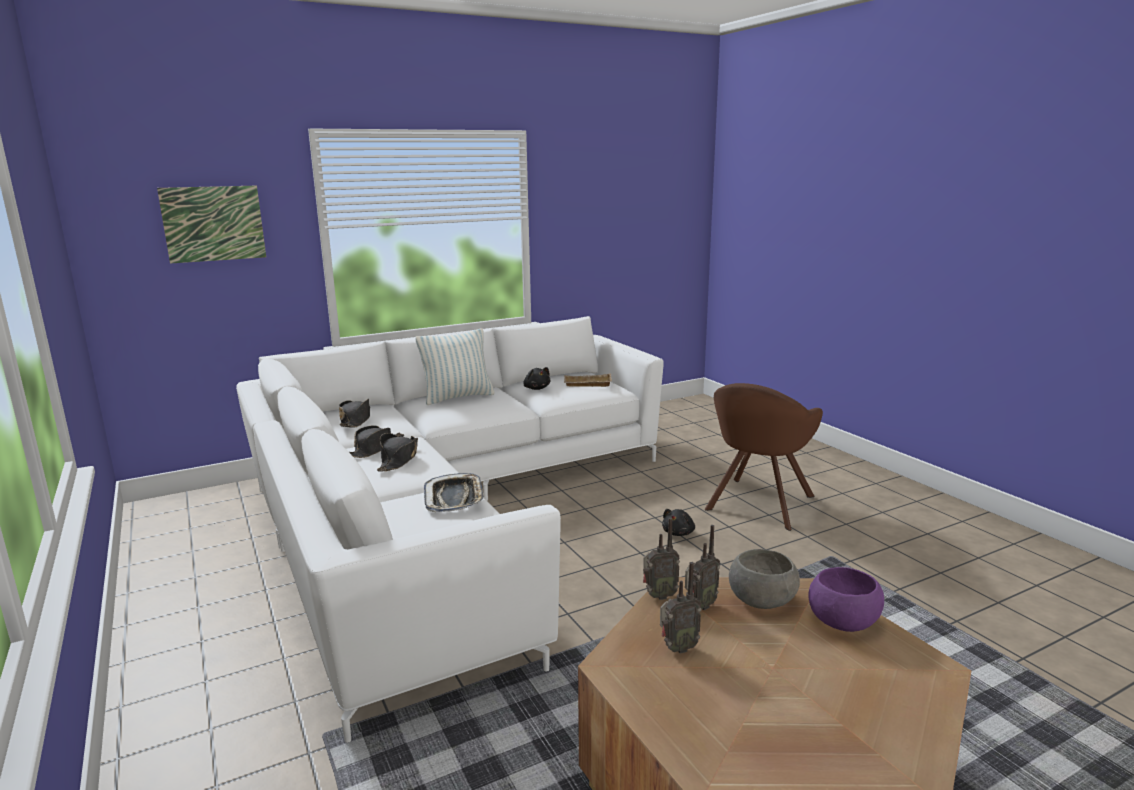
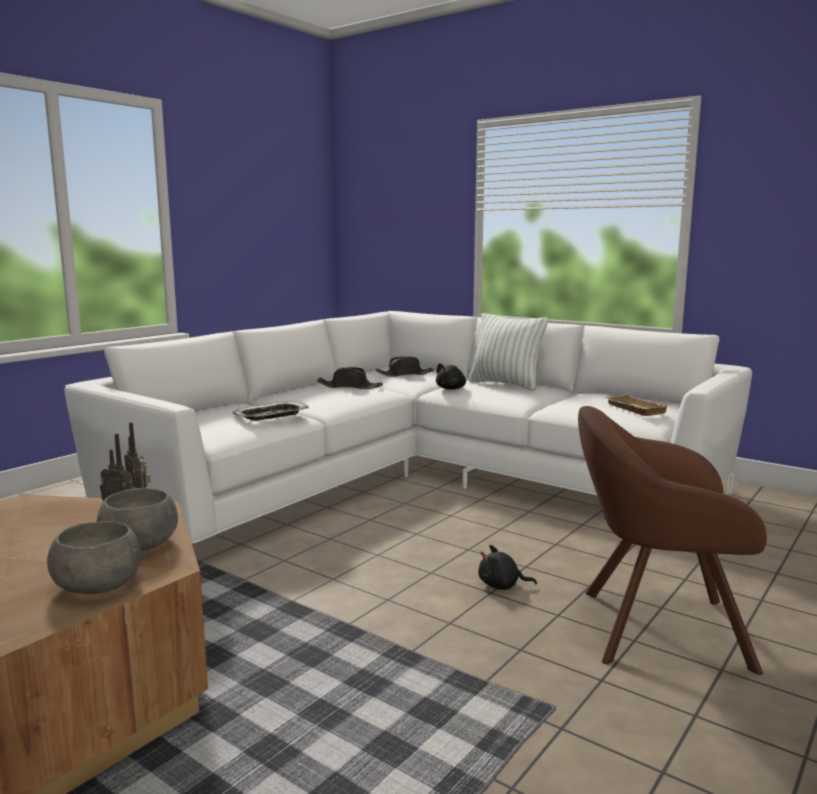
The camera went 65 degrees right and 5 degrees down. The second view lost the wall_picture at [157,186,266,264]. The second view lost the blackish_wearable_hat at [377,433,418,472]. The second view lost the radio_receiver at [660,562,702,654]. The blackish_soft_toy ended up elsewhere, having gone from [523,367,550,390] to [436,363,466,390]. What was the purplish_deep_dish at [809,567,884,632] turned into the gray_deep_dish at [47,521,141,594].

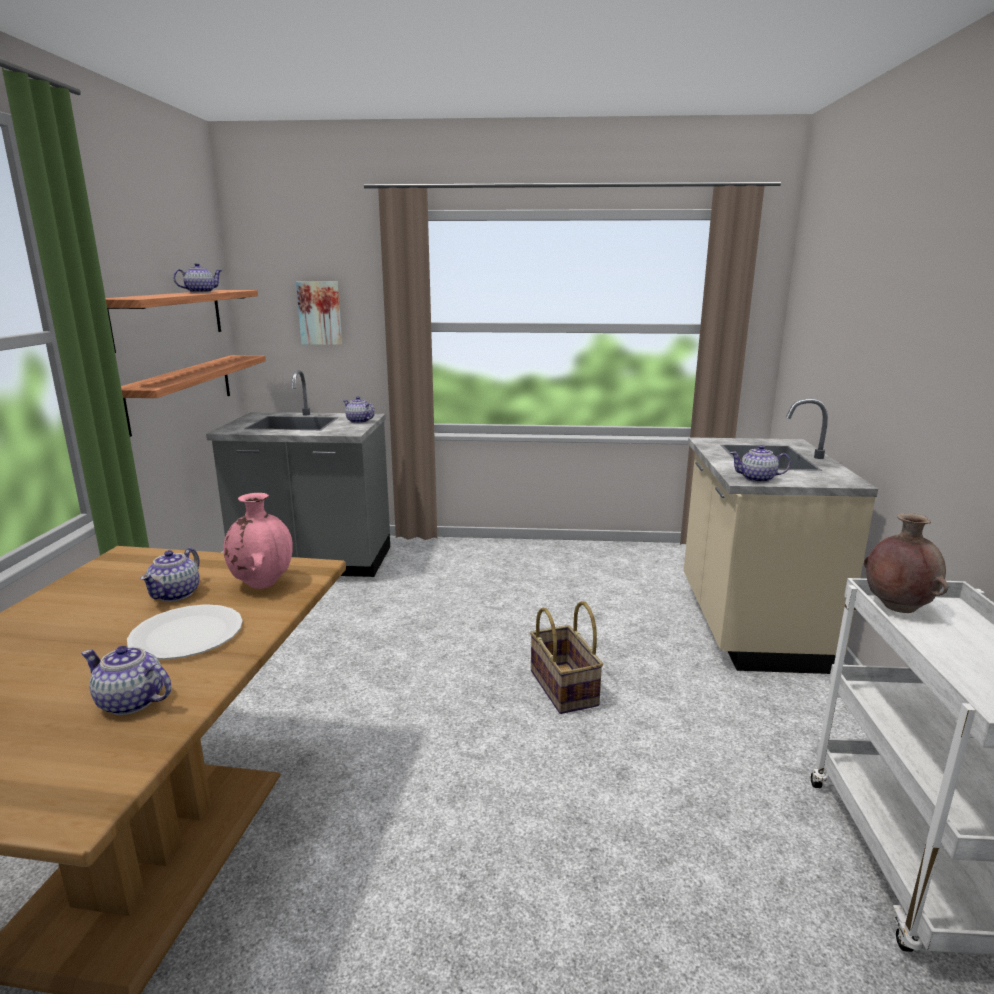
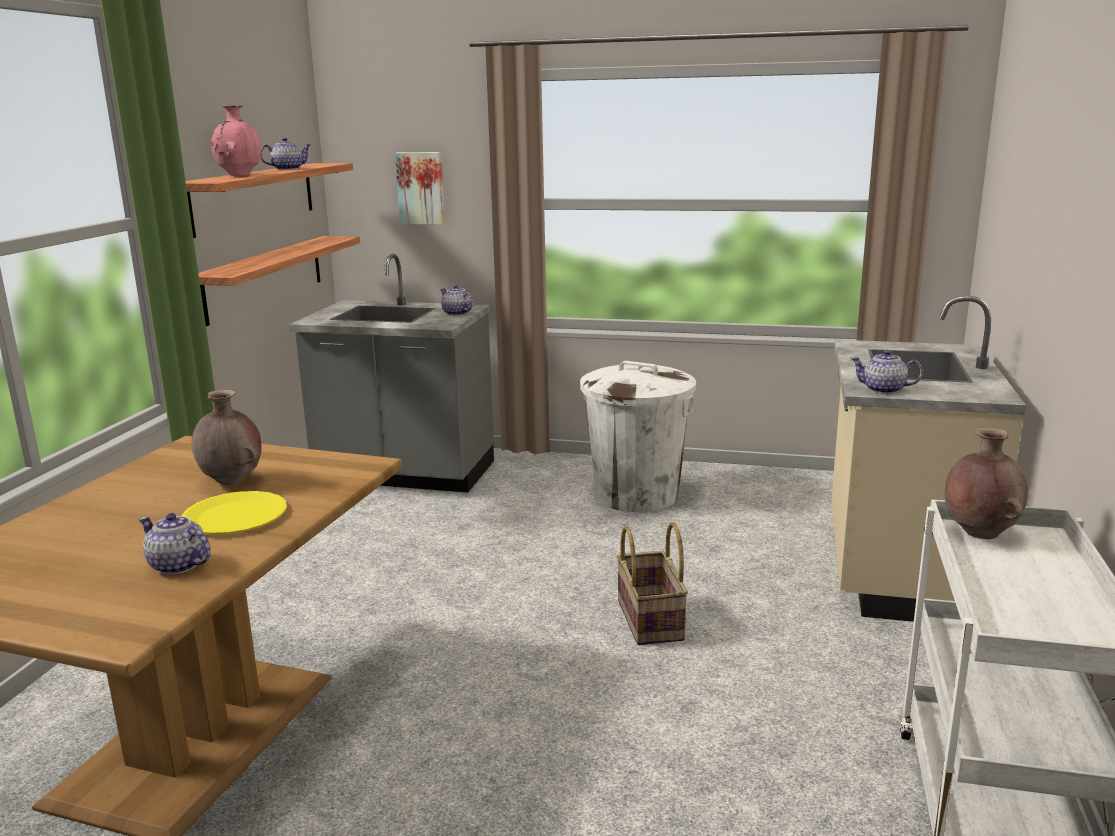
The camera went 10 degrees right and 0 degrees up. The second view gained the whitish_trash_can at [580,361,696,512]. The pink-coloured_flower_vase ended up elsewhere, having gone from [223,493,293,589] to [211,105,261,176]. Where the pot_for_tea stood at [140,548,200,602], the brownish_flower_vase came to stand at [191,390,261,485]. What was the whitish_plate at [127,604,243,660] turned into the yellowish_plate at [181,491,287,534].

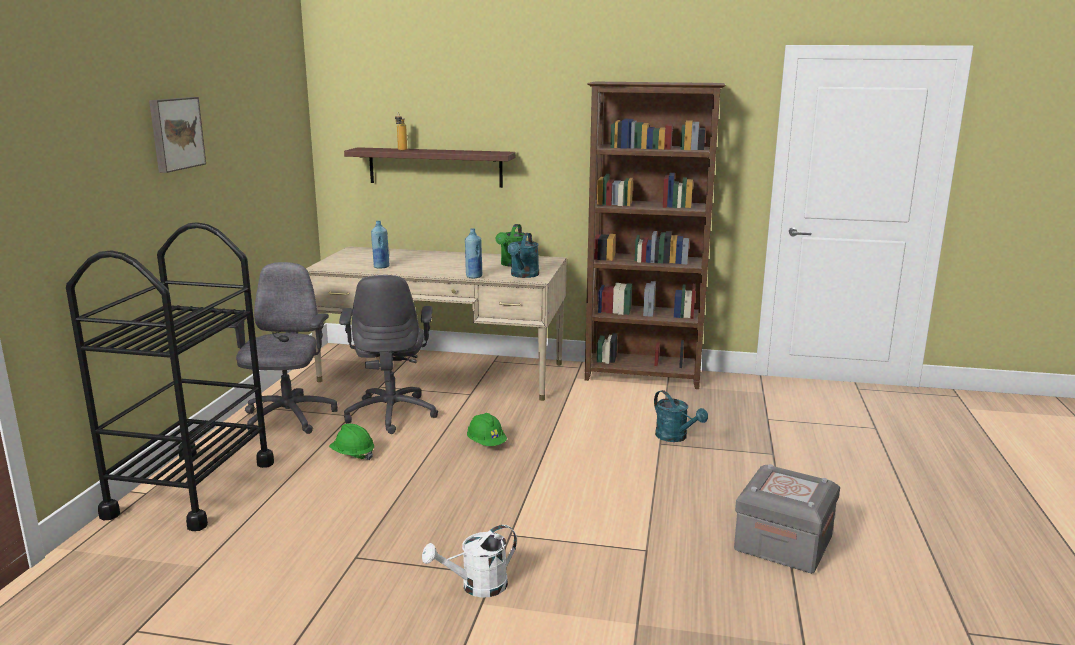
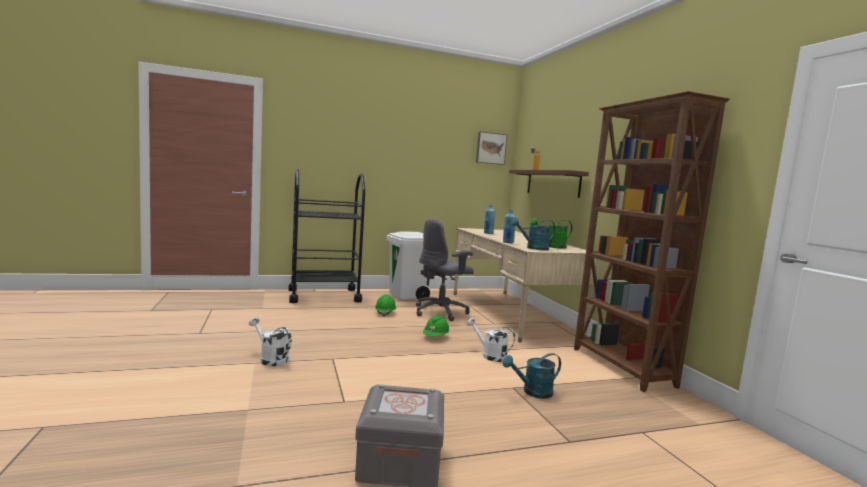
The camera went 60 degrees right and 10 degrees down. The second view gained the whitish_watering_pot at [466,318,515,362]. The wall_picture ended up elsewhere, having gone from [149,97,206,173] to [476,131,507,165]. Where the gray_computer_chair stood at [228,262,338,434], the whitish_trash_can came to stand at [387,231,430,301]. The turquoise_watering_pot at [654,390,708,442] ended up facing another way, 45 degrees clockwise from before.

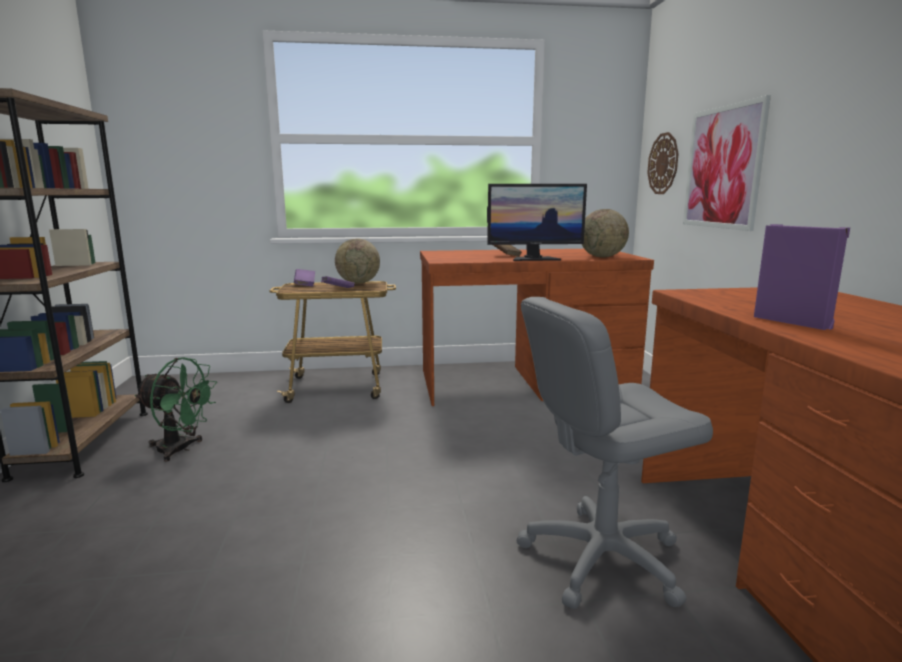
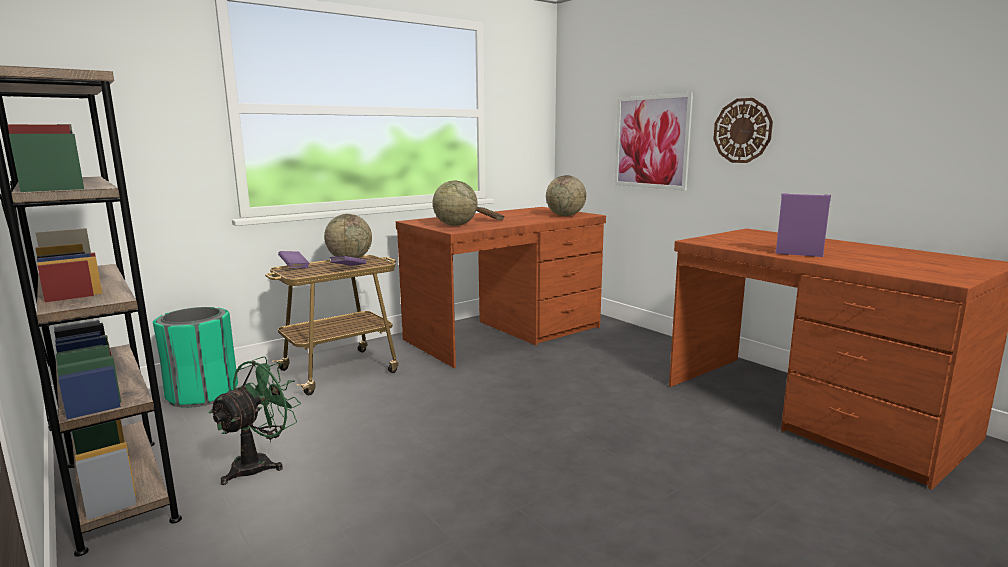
The camera went 30 degrees left and 0 degrees up. The second view lost the monitor at [487,184,587,261]. The second view lost the gray_computer_chair at [517,297,713,609]. The second view gained the green_trash_can at [153,307,238,408]. The second view gained the desk_globe at [433,180,478,226]. The clock_on_the_wall ended up elsewhere, having gone from [647,132,679,194] to [713,98,773,163]. The green_cooling_fan at [135,357,217,462] ended up facing another way, 45 degrees counterclockwise from before.

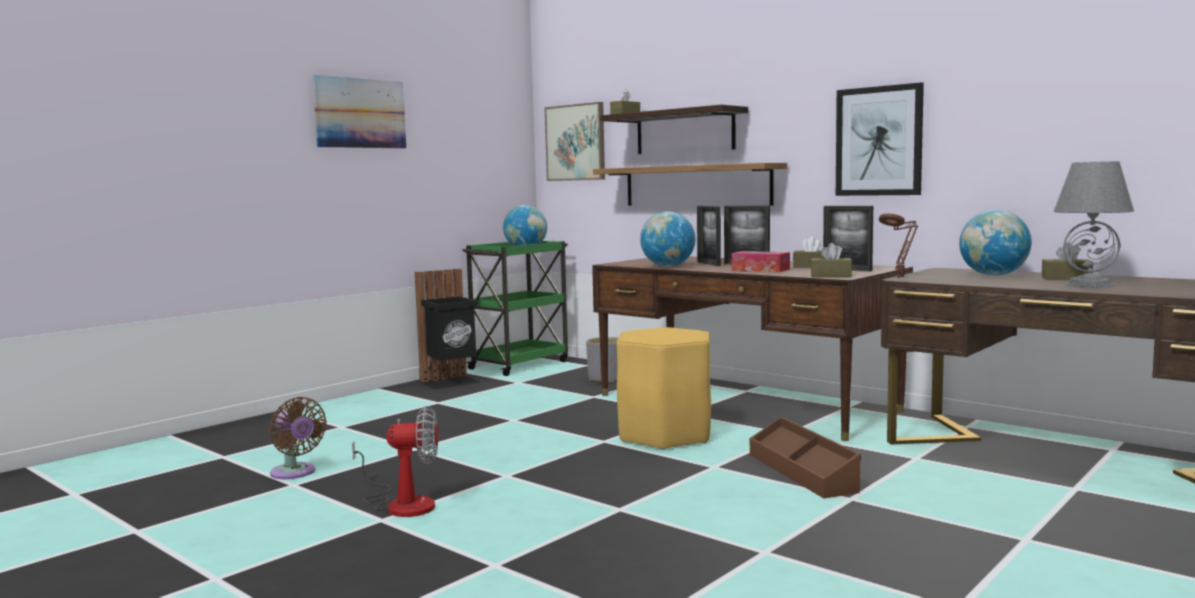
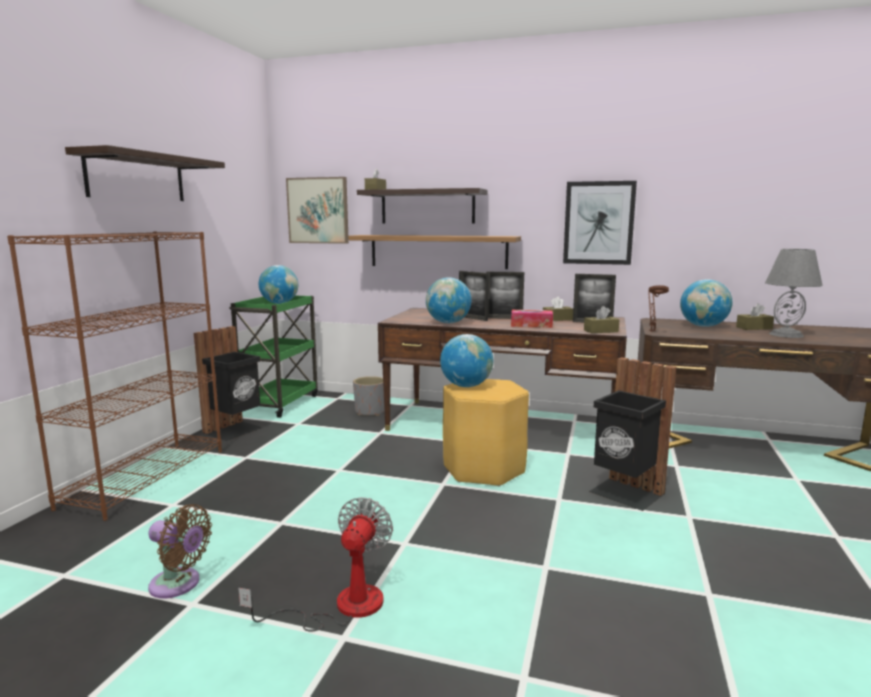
The camera went 25 degrees left and 5 degrees up. The second view gained the brownish_bookshelf at [7,232,222,521]. The second view gained the desk_globe at [440,334,493,387]. Where the wall_picture hung at [313,75,406,148], the shelf came to hang at [65,145,225,201]. Where the brownish_storage_box stood at [750,417,861,499], the blackish_trash_can came to stand at [589,357,676,511]. The cooling_fan at [352,406,438,517] ended up facing another way, 45 degrees counterclockwise from before.

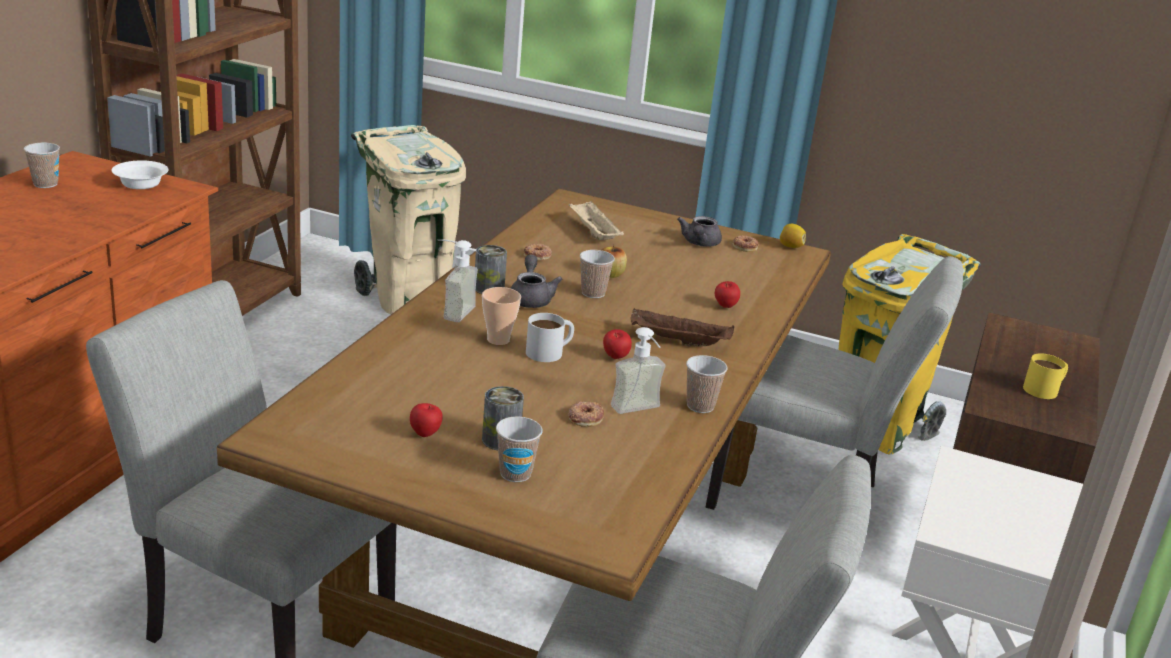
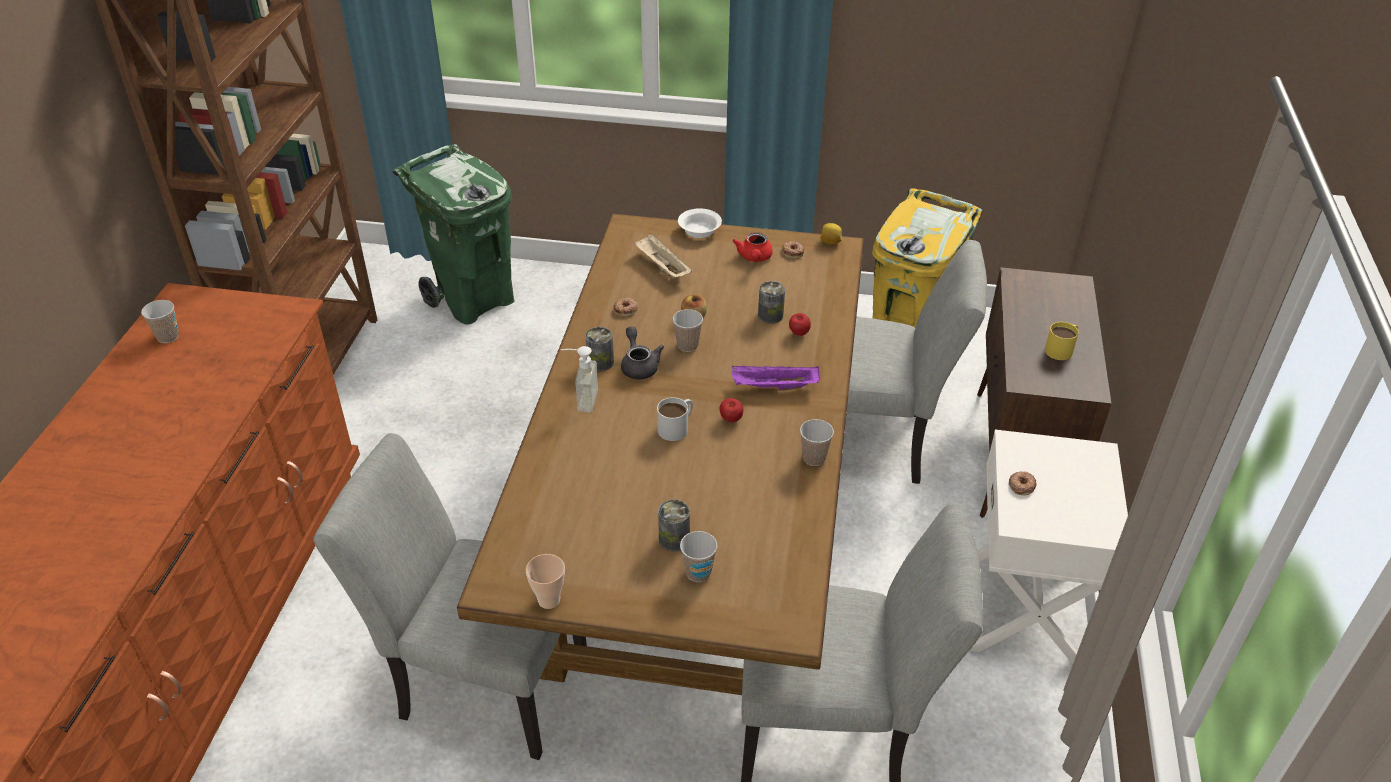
The camera went 10 degrees left and 15 degrees up. The second view lost the whole_apple at [410,403,443,437]. The second view lost the soap_dispenser at [611,327,665,414]. The second view gained the sealed_can at [758,281,785,324]. The whitish_deep_dish ended up elsewhere, having gone from [112,160,169,189] to [678,208,722,238]. The cup ended up elsewhere, having gone from [482,287,521,345] to [526,554,565,609]. The ring_doughnut ended up elsewhere, having gone from [568,401,604,427] to [1009,472,1037,495]. What was the beige_trash_can at [351,125,466,314] turned into the green_trash_can at [393,144,514,325]. What was the brownish_carrying_tray at [631,308,734,347] turned into the purplish_carrying_tray at [732,366,820,391]. What was the gray_pot_for_tea at [677,216,722,247] turned into the reddish_pot_for_tea at [733,232,773,262].

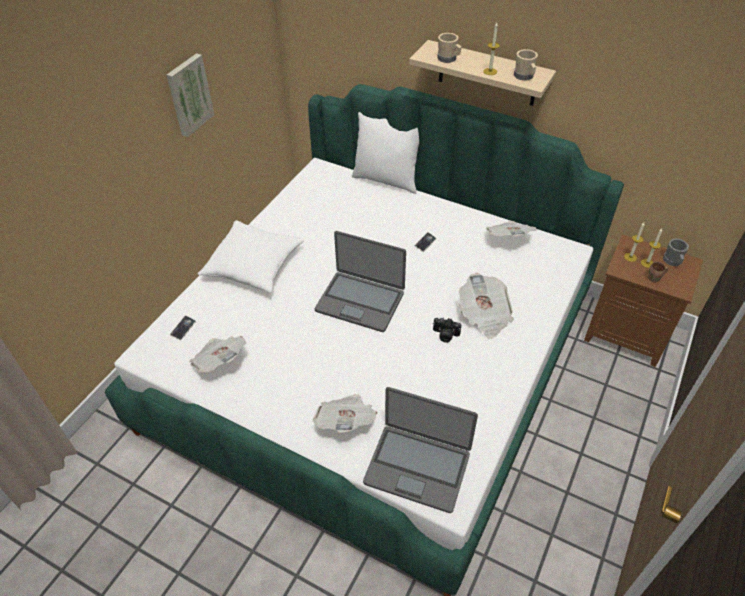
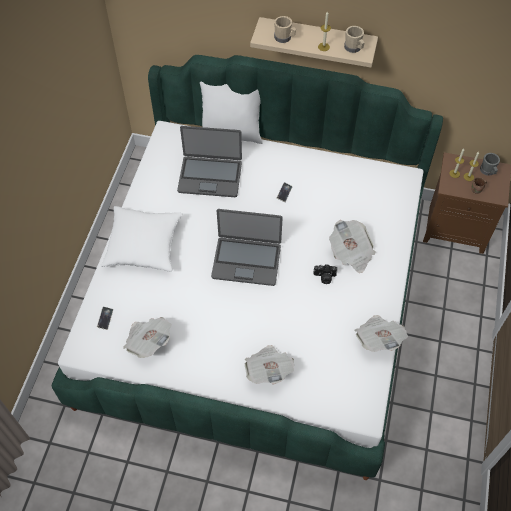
The camera went 15 degrees left and 10 degrees up. The second view lost the wall_picture at [167,53,214,137]. The notebook_computer ended up elsewhere, having gone from [363,387,478,513] to [177,126,242,197]. The newspaper ended up elsewhere, having gone from [486,221,537,236] to [354,315,408,352].

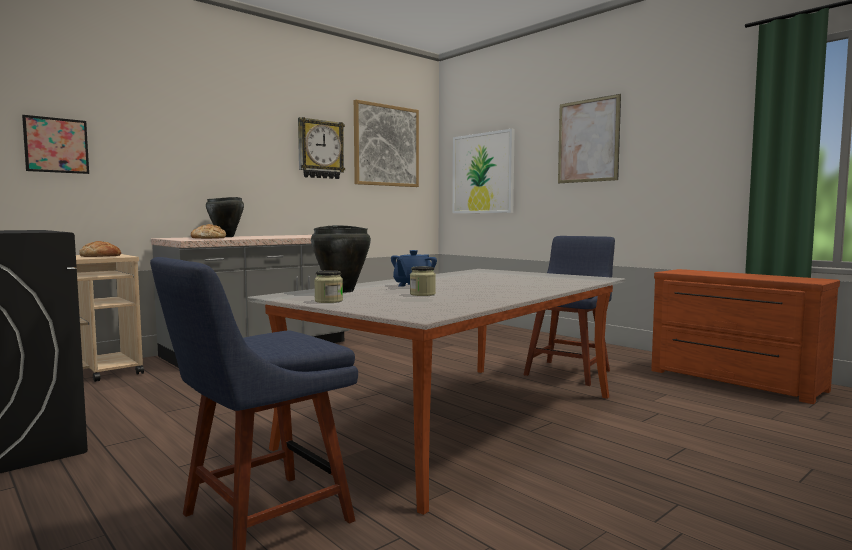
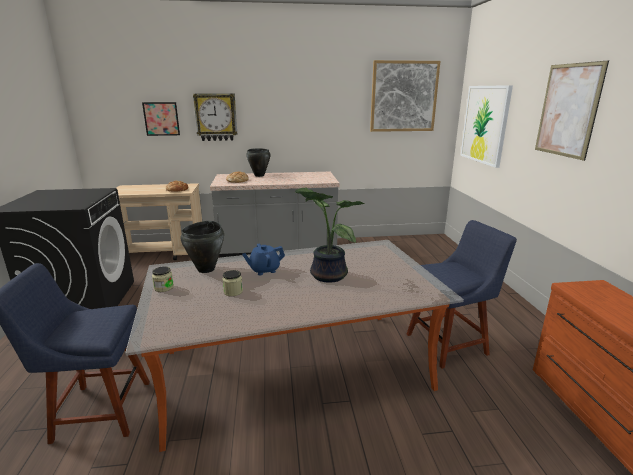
The camera went 35 degrees right and 15 degrees up. The second view gained the potted_plant at [295,187,364,283]. The clock_on_the_wall ended up elsewhere, having gone from [298,117,345,179] to [193,93,237,141].

